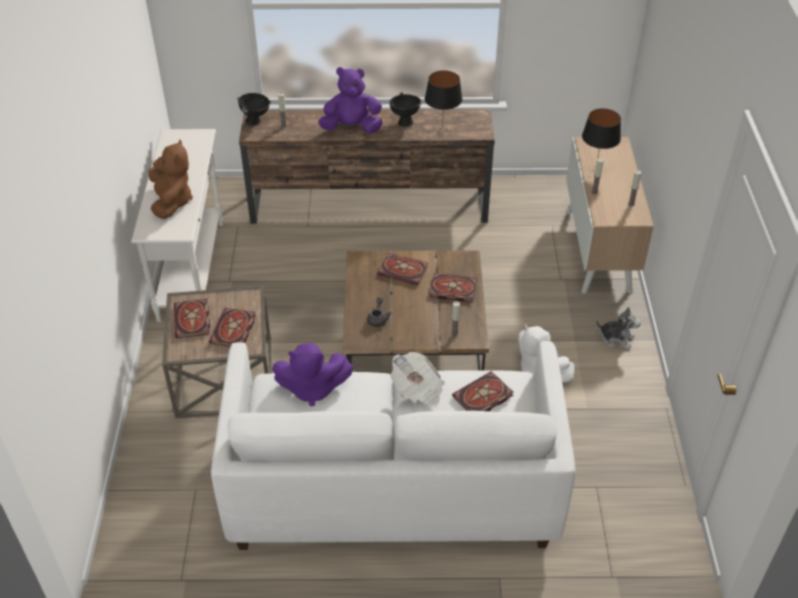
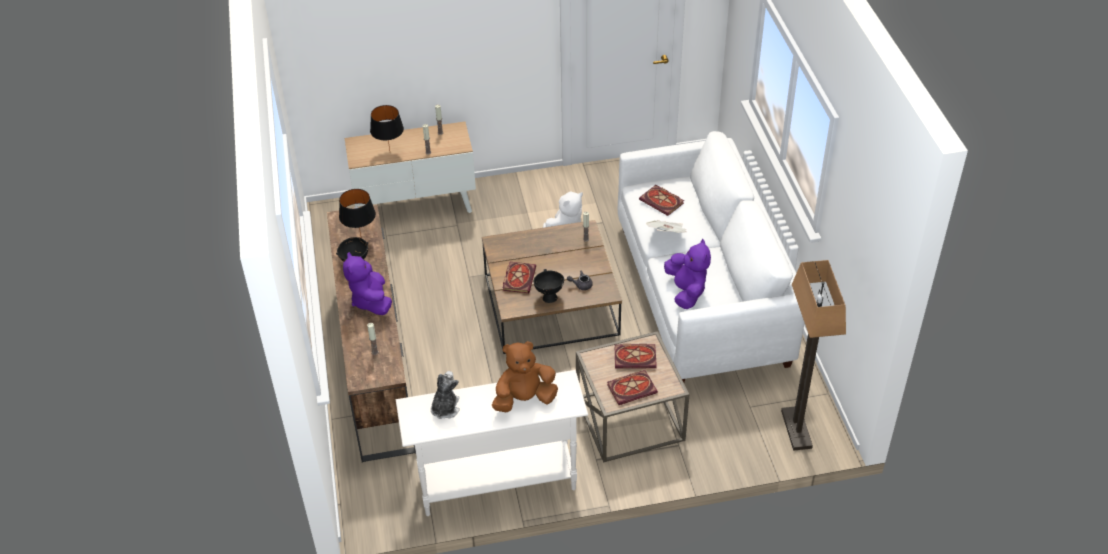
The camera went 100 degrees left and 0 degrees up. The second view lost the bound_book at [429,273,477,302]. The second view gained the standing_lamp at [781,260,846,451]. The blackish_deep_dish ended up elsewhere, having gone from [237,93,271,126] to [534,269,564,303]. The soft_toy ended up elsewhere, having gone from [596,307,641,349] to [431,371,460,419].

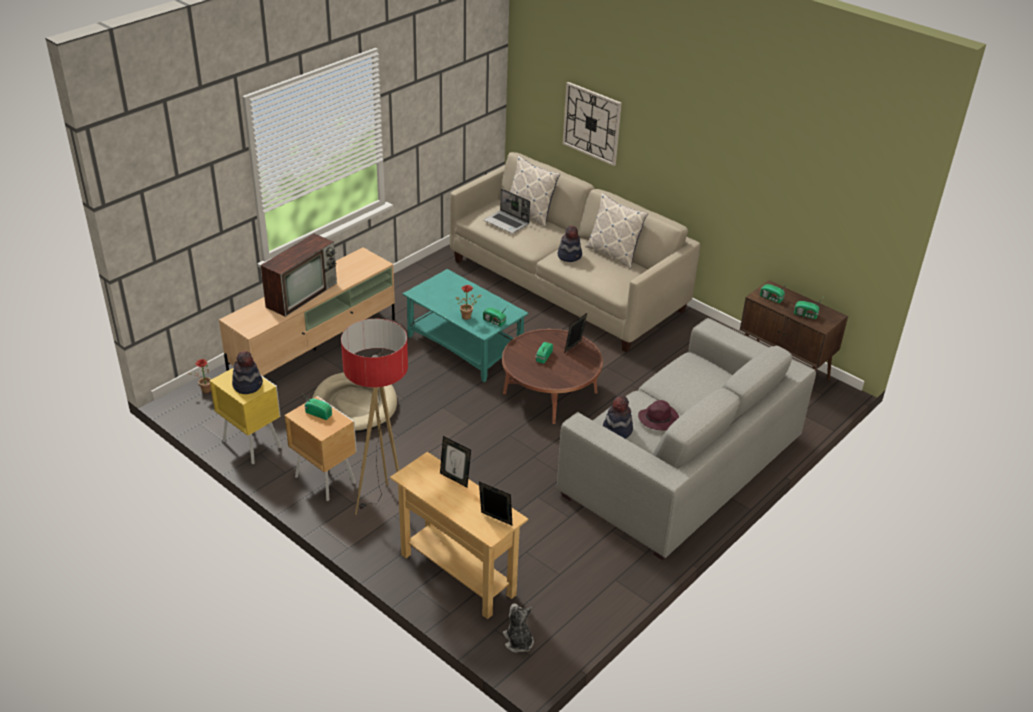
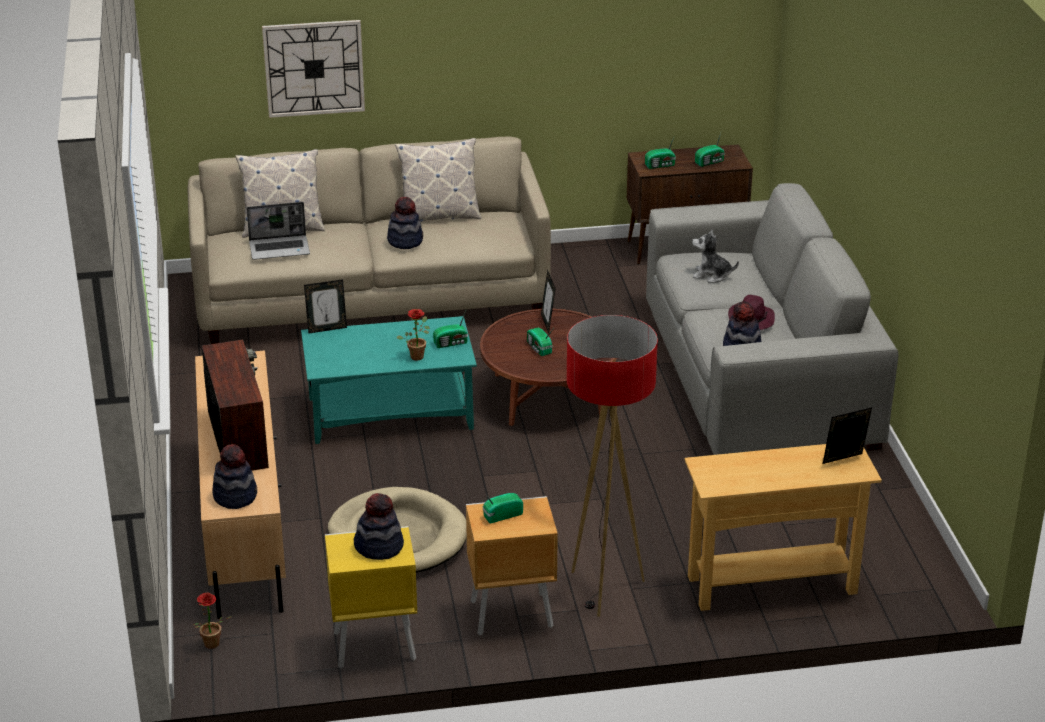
The camera went 50 degrees left and 5 degrees down. The second view gained the wearable_hat at [212,444,257,509]. The picture_frame ended up elsewhere, having gone from [440,436,471,487] to [304,279,347,334]. The soft_toy ended up elsewhere, having gone from [503,603,534,653] to [692,230,739,283].

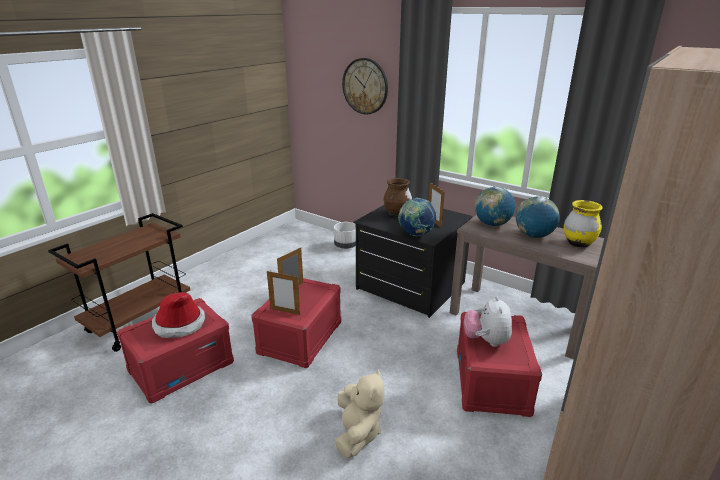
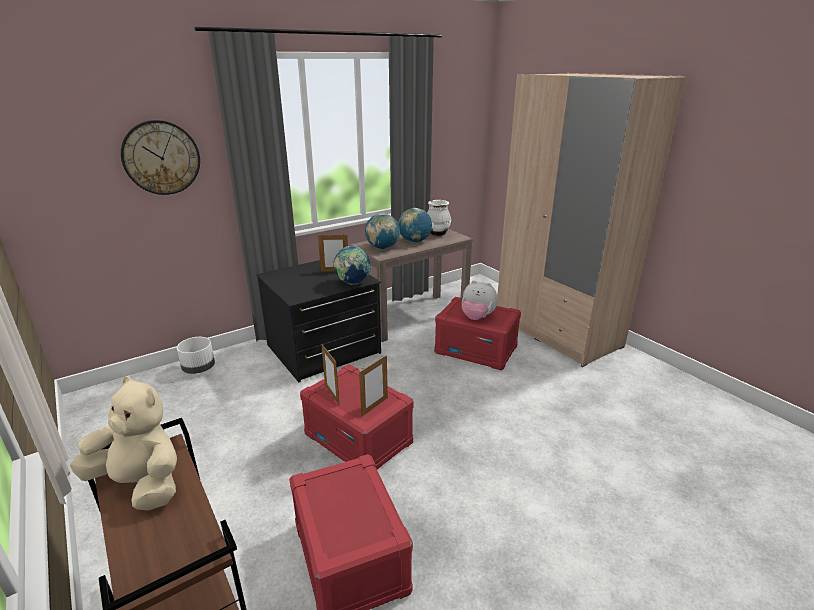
The camera went 70 degrees left and 0 degrees up. The second view lost the wearable_hat at [152,292,205,338]. The second view lost the brownish_flower_vase at [384,178,412,217]. The beige_soft_toy ended up elsewhere, having gone from [335,369,384,458] to [70,376,177,511]. What was the yellowish_flower_vase at [564,200,603,248] turned into the whitish_flower_vase at [427,200,451,236].

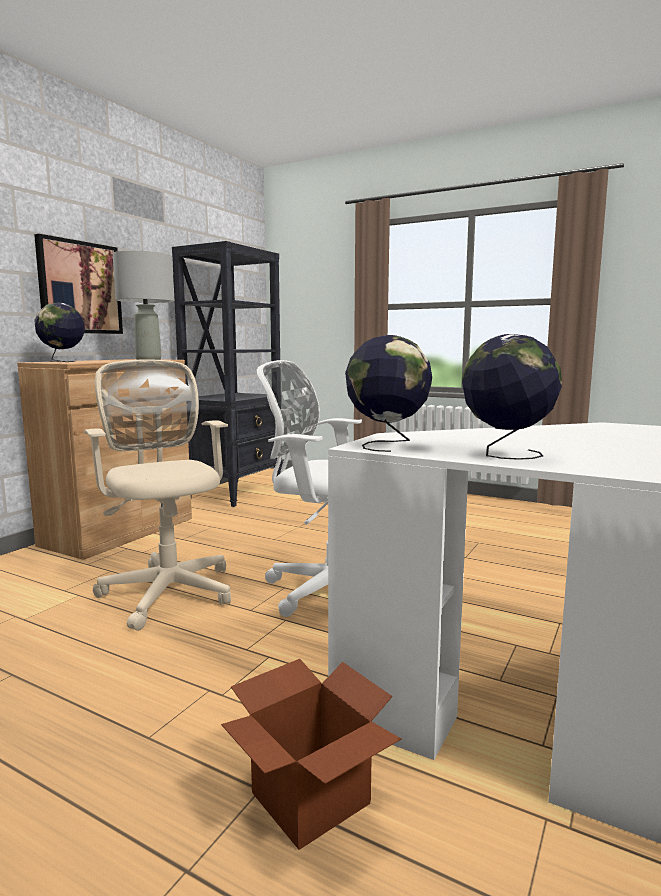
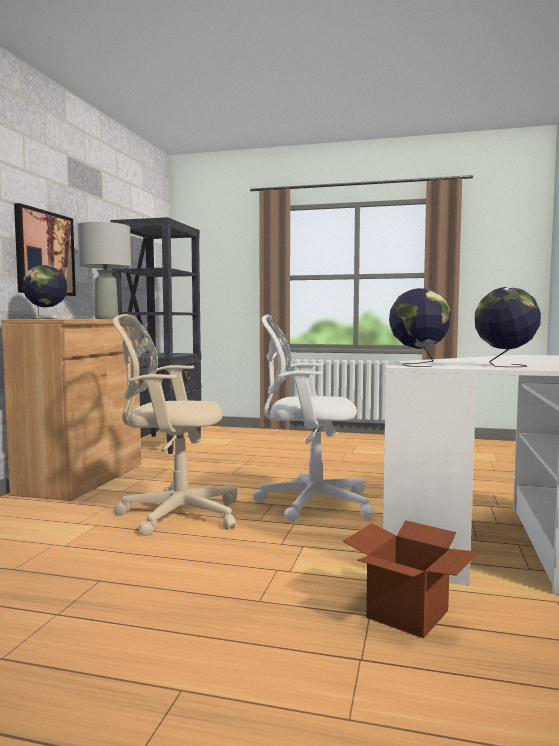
The camera went 15 degrees left and 5 degrees down. The beige_computer_chair at [84,359,231,631] ended up facing another way, 45 degrees counterclockwise from before.

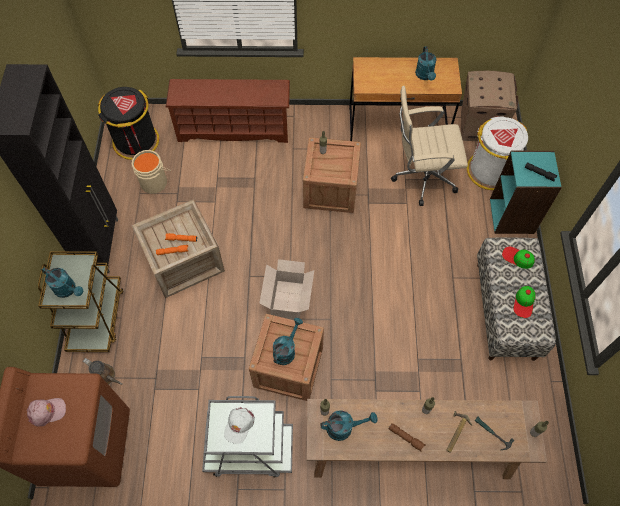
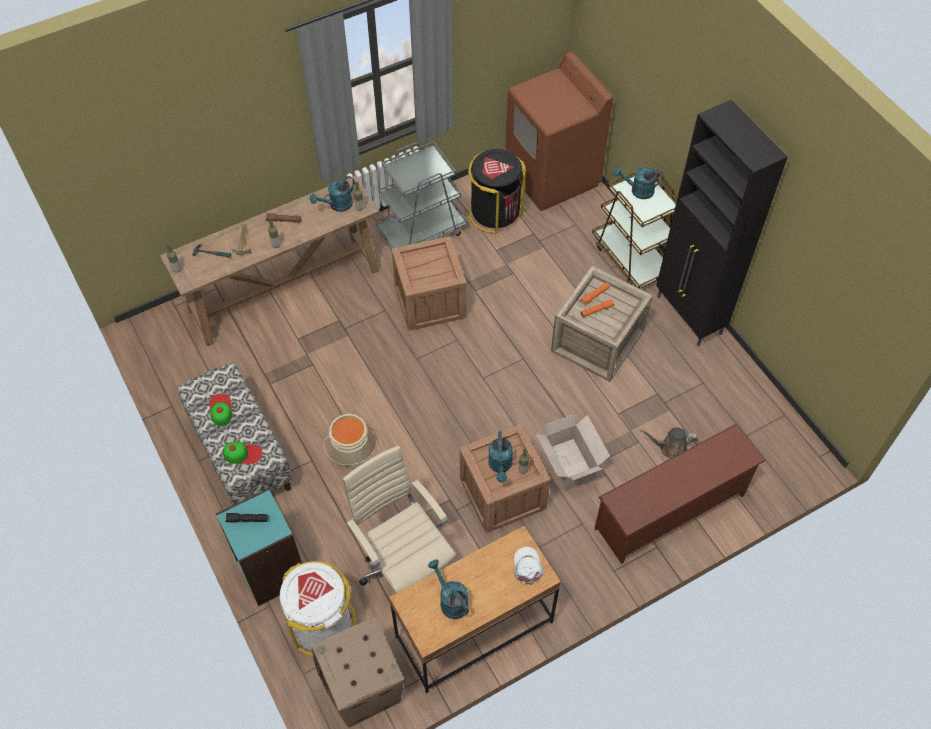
The camera went 150 degrees right and 5 degrees down. The second view lost the pink-coloured_baseball_cap at [27,398,66,427]. The brownish_watering_pot ended up elsewhere, having gone from [83,358,122,385] to [640,427,698,459]. The blackish_trash_can ended up elsewhere, having gone from [98,87,159,160] to [468,149,527,234]. The beige_water_bucket ended up elsewhere, having gone from [132,150,171,194] to [323,414,377,468]. The whitish_baseball_cap ended up elsewhere, having gone from [224,407,255,444] to [514,547,544,585]. The cardboard_box ended up elsewhere, having gone from [259,259,314,320] to [536,414,610,491]. The turquoise_watering_pot ended up elsewhere, having gone from [273,318,303,365] to [488,431,513,483]. The beige_computer_chair at [391,86,468,206] ended up facing another way, 90 degrees counterclockwise from before.

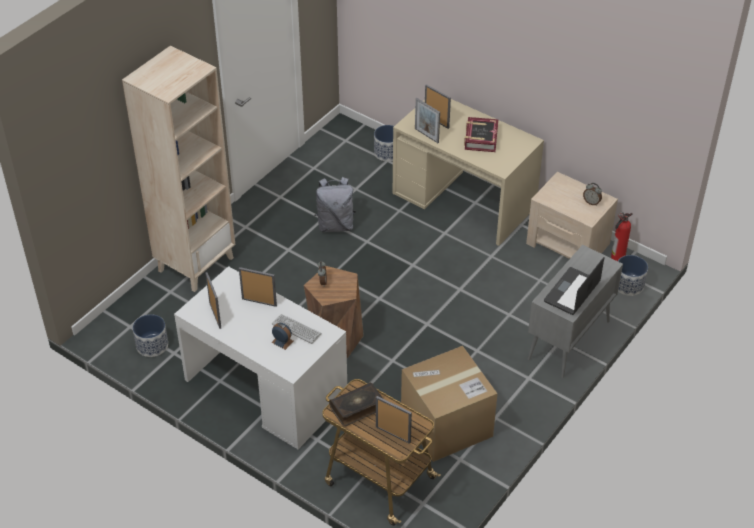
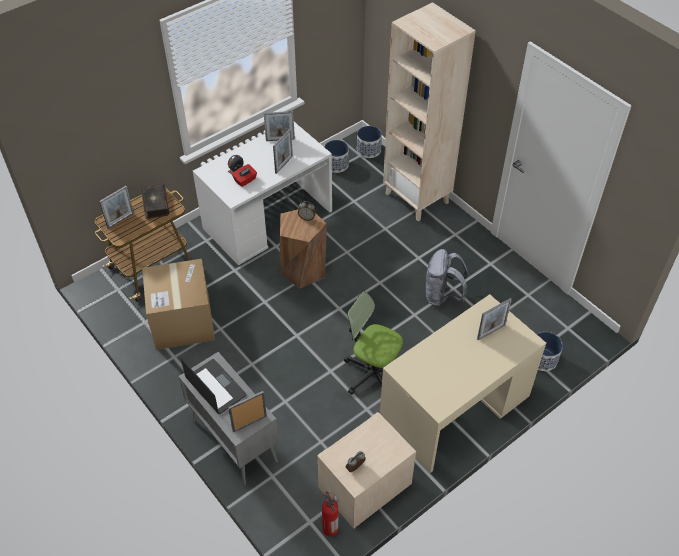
The camera went 105 degrees right and 5 degrees up. The second view lost the bound_book at [464,117,498,152]. The second view gained the computer_chair at [344,292,403,395]. The picture_frame ended up elsewhere, having gone from [415,98,440,143] to [228,391,267,433]. The plant_pot ended up elsewhere, having gone from [618,255,648,296] to [357,126,382,158]. Where the PC_keyboard stood at [272,314,322,344], the reddish_box_of_tissues came to stand at [232,164,257,187].

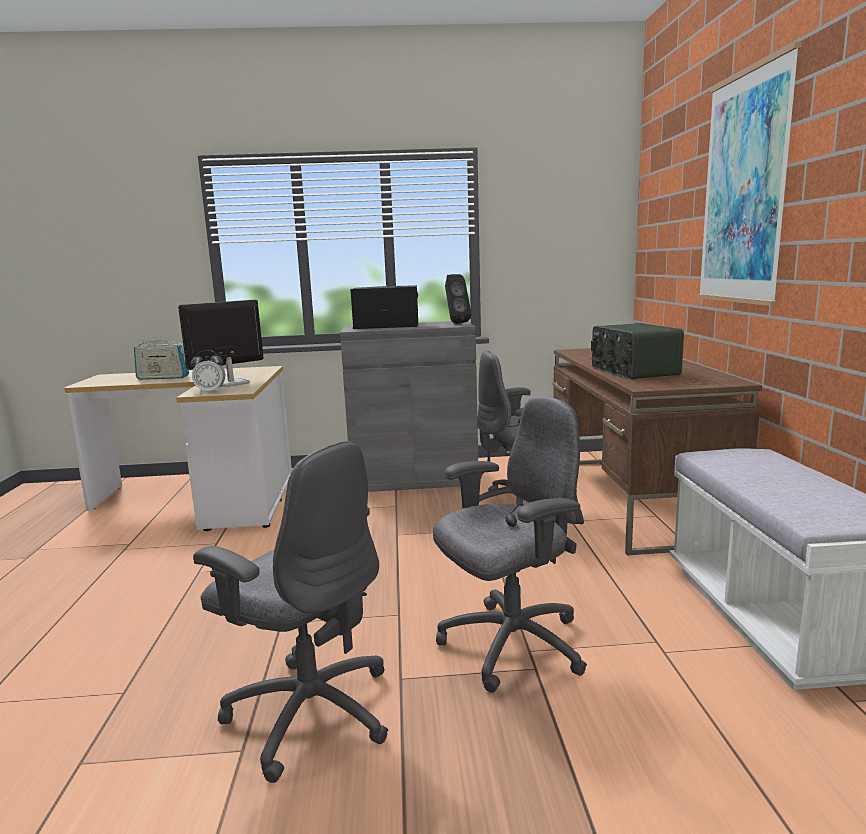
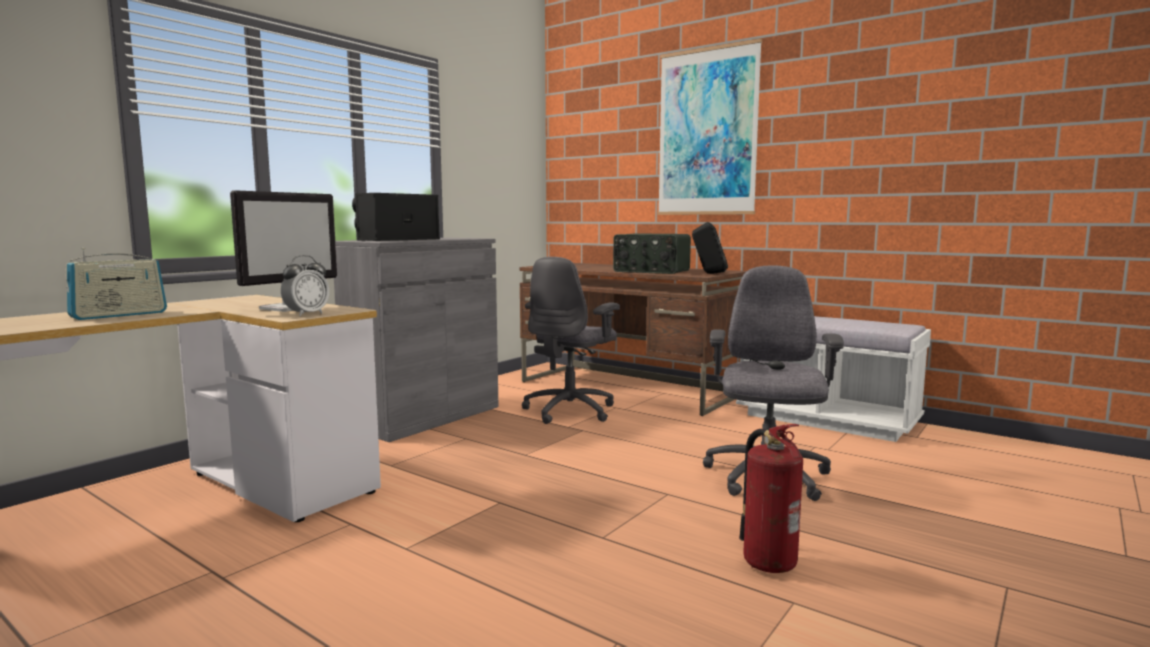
The camera went 50 degrees left and 5 degrees down. The blackish_audio_speaker ended up elsewhere, having gone from [445,274,471,324] to [692,222,728,274]. Where the gray_computer_chair stood at [193,441,388,783], the extinguisher came to stand at [739,424,803,573]. The monitor at [178,300,264,387] ended up facing another way, 150 degrees counterclockwise from before.

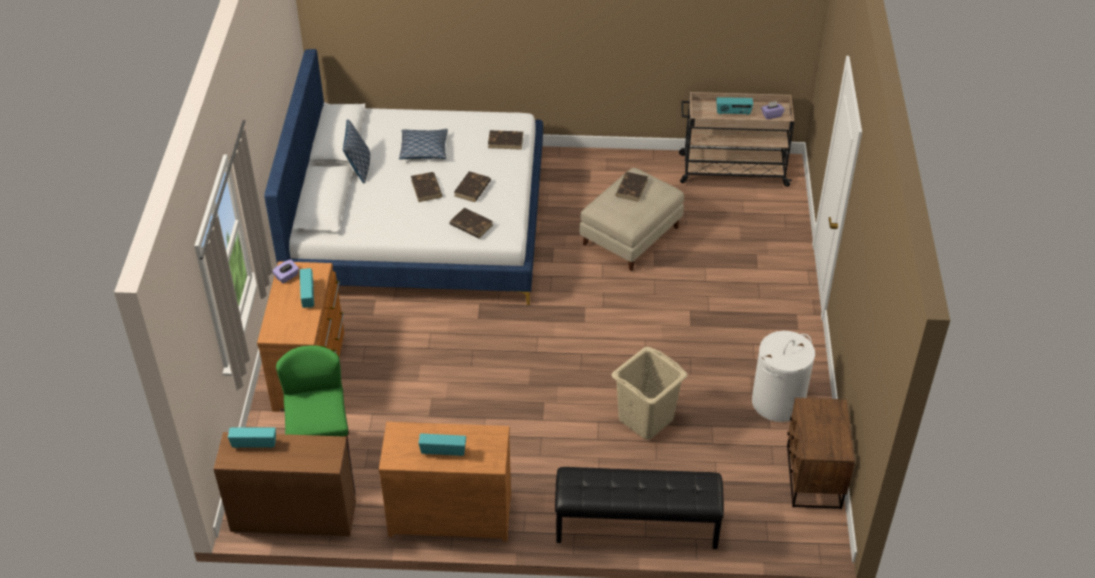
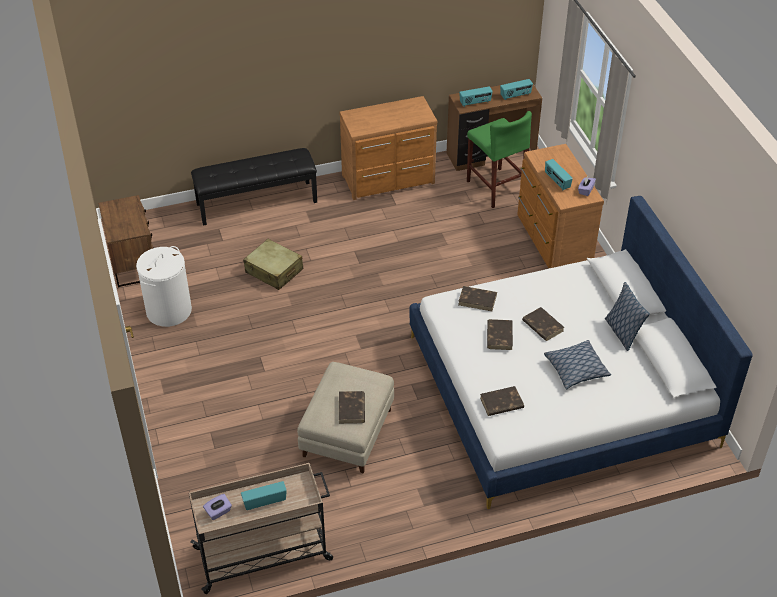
The camera went 160 degrees right and 0 degrees up. The radio_receiver ended up elsewhere, having gone from [418,433,466,456] to [459,86,493,107]. Where the beige_hamper stood at [611,347,688,440], the beige_travel_case came to stand at [243,239,303,290].

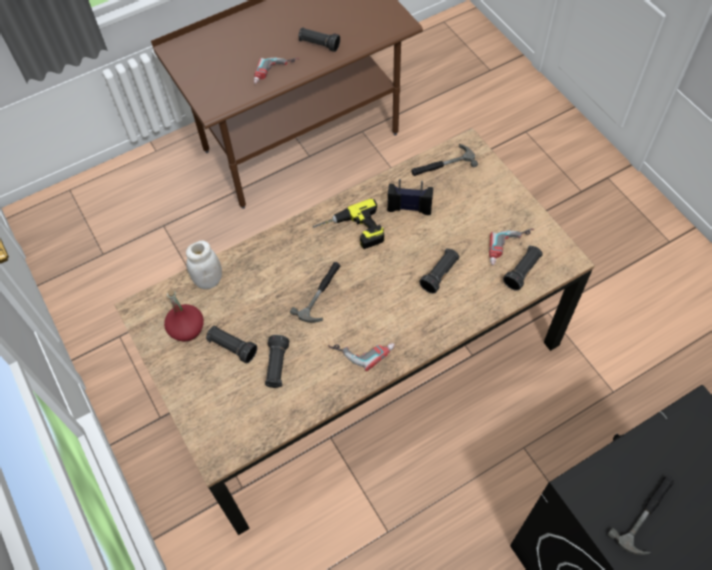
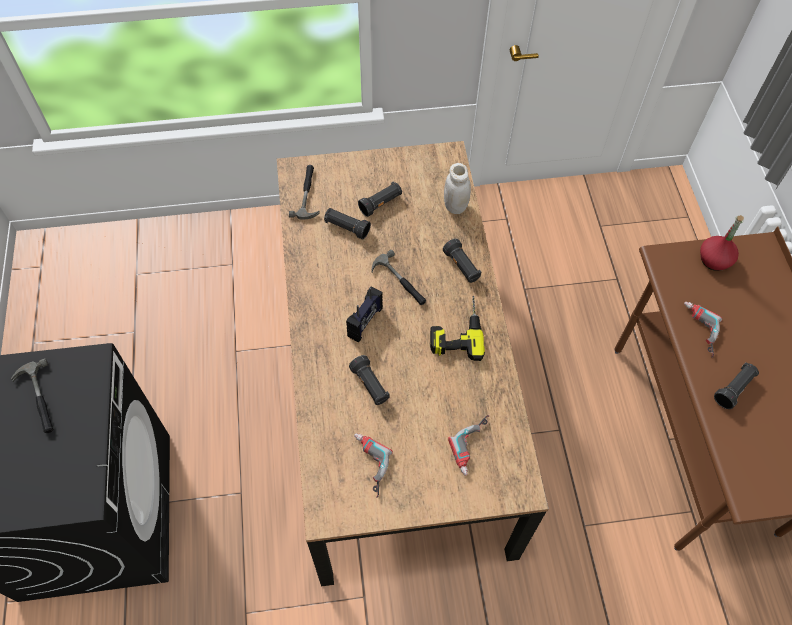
The camera went 110 degrees right and 0 degrees up. The reddish_beverage_bottle ended up elsewhere, having gone from [164,289,204,342] to [700,215,744,271]. The power_drill ended up elsewhere, having gone from [328,343,395,371] to [448,415,490,476]. The radio_receiver ended up elsewhere, having gone from [387,179,433,215] to [346,286,383,342]. The tool_hammer ended up elsewhere, having gone from [412,144,478,176] to [289,165,320,219]. The blackish_torch ended up elsewhere, having gone from [503,246,543,291] to [443,239,481,283].

